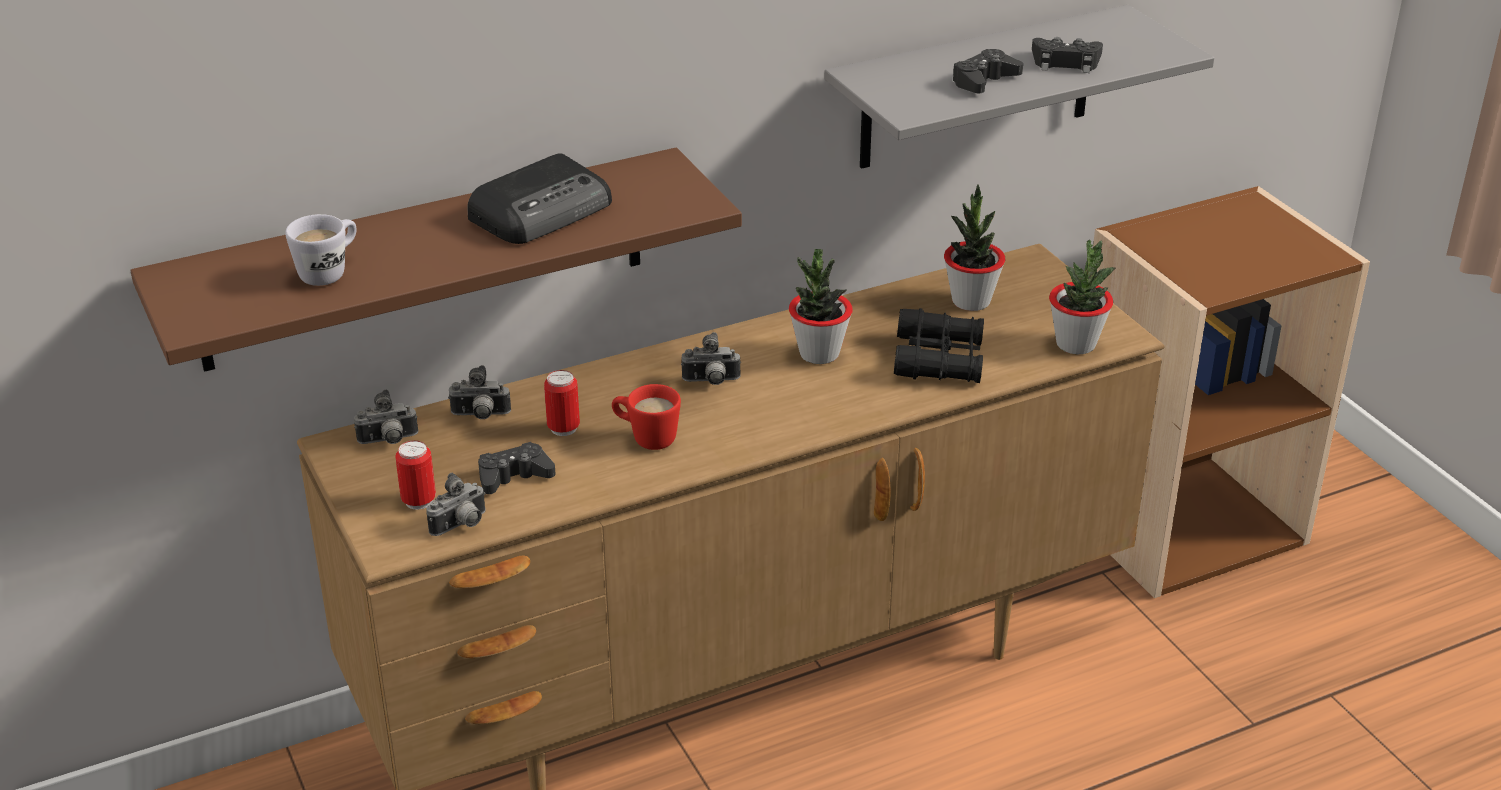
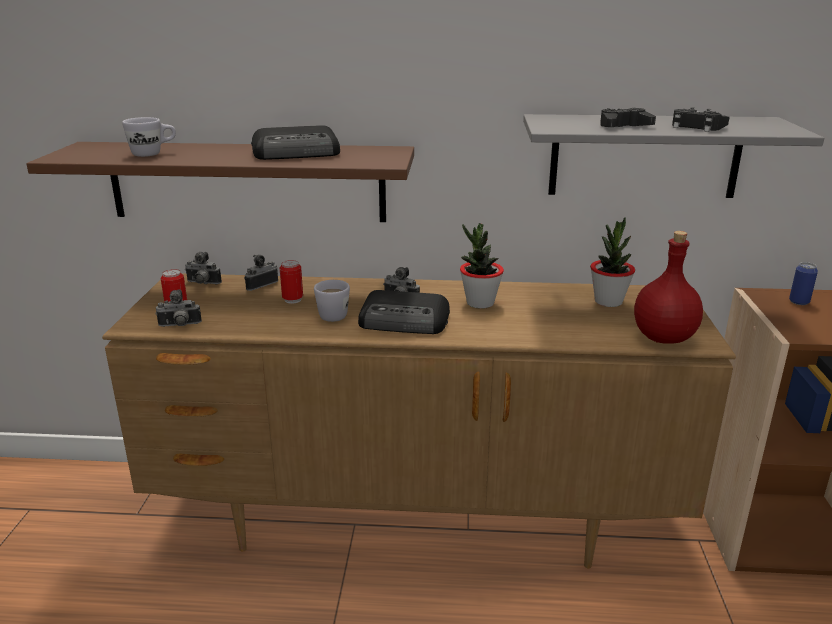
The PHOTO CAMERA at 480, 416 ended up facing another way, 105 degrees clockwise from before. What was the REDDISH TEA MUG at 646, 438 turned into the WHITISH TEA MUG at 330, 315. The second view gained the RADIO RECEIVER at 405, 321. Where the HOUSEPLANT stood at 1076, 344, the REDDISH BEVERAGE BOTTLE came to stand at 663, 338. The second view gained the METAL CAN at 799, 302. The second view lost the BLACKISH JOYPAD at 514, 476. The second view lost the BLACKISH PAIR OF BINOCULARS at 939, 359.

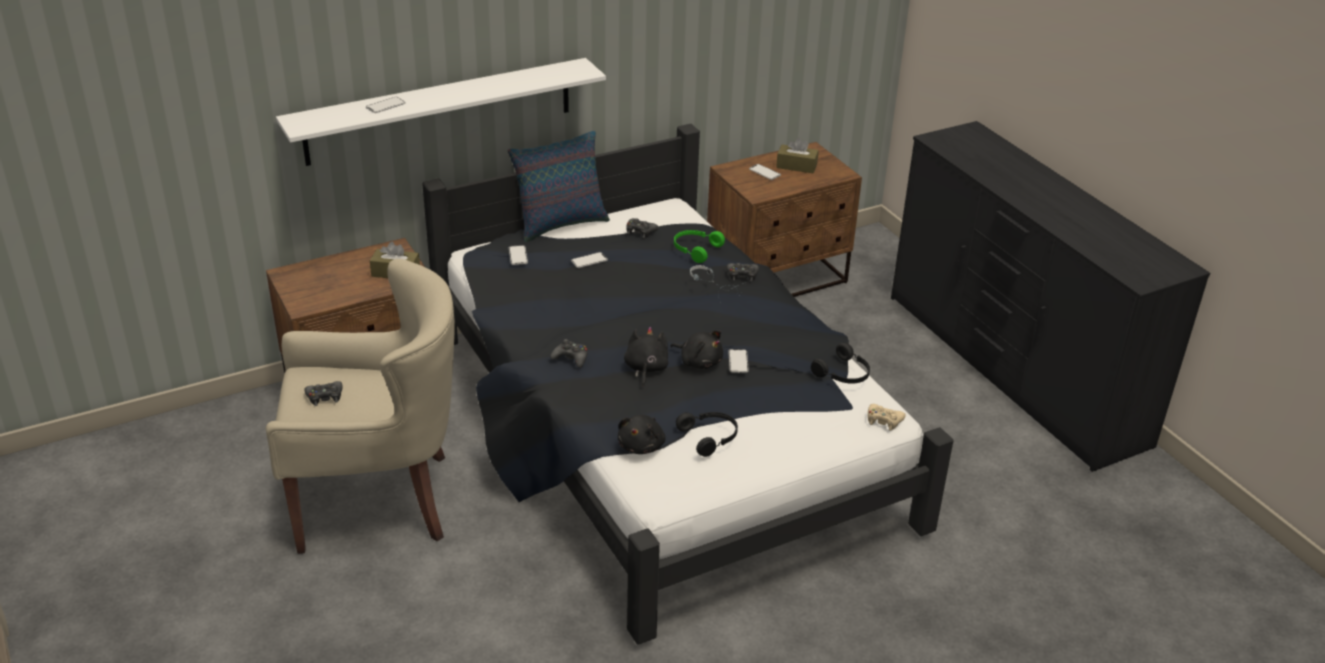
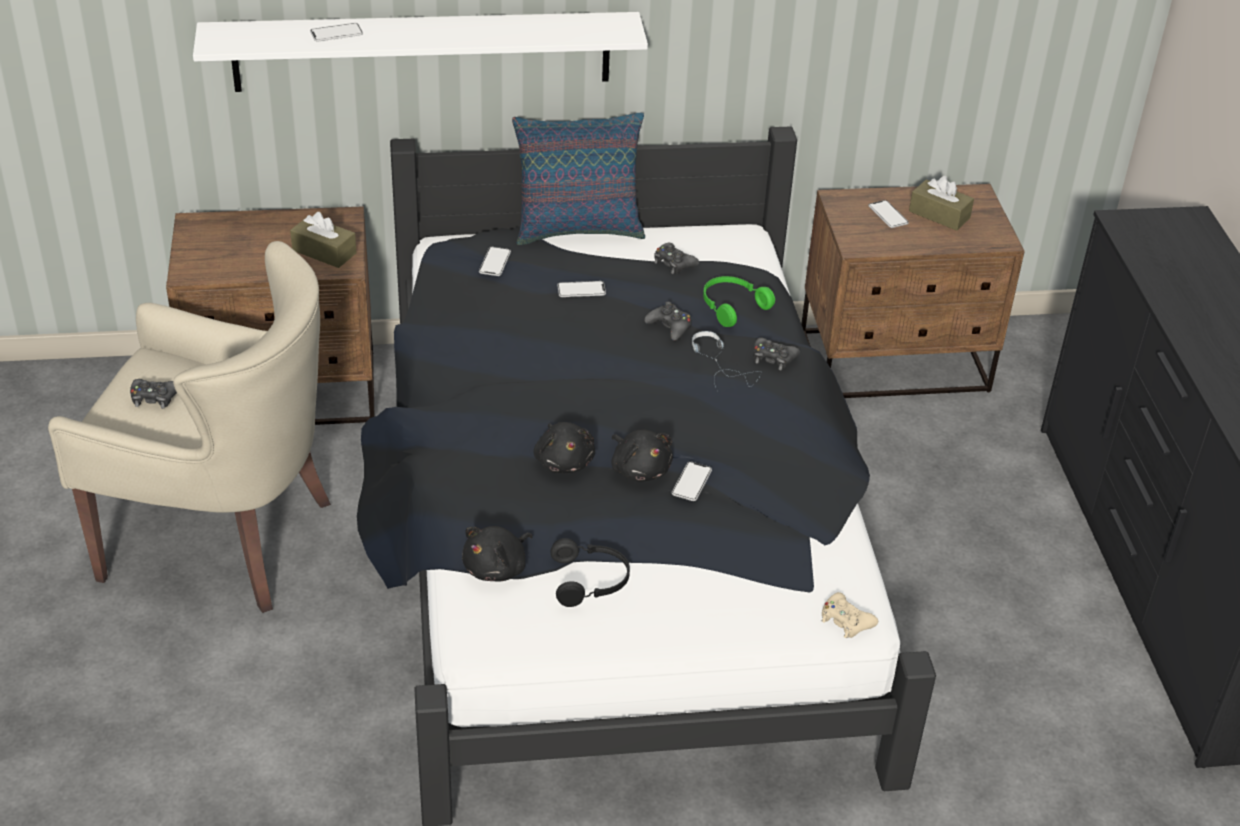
The BLACKISH CUDDLY TOY at 645, 369 ended up facing another way, 135 degrees clockwise from before. The BLACKISH JOYPAD ended up elsewhere, having gone from 571, 358 to 670, 327. The second view lost the BLACKISH HEADPHONES at 843, 374.

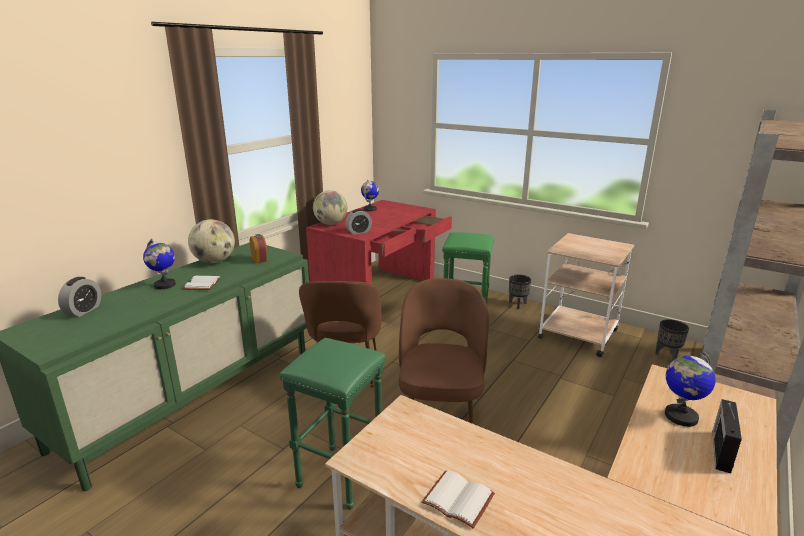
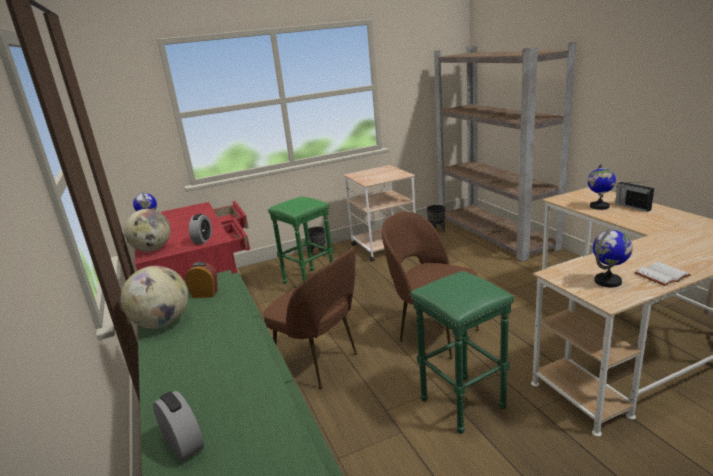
The GLOBE ended up elsewhere, having gone from 164, 285 to 608, 281. The second view lost the WHITISH VOLUME at 202, 284.

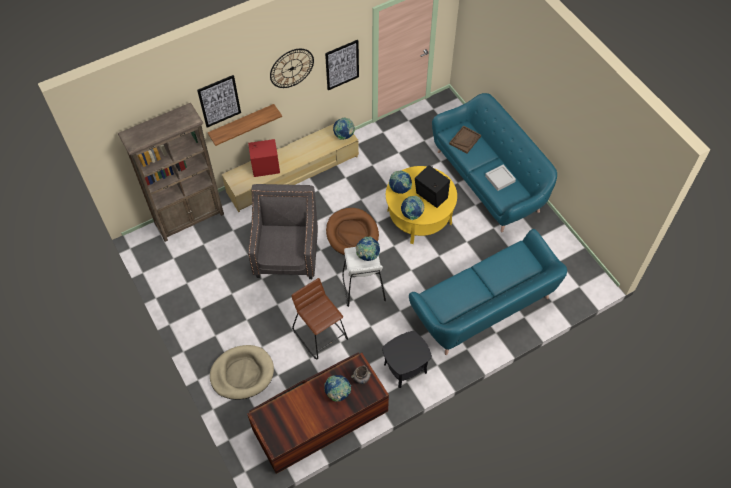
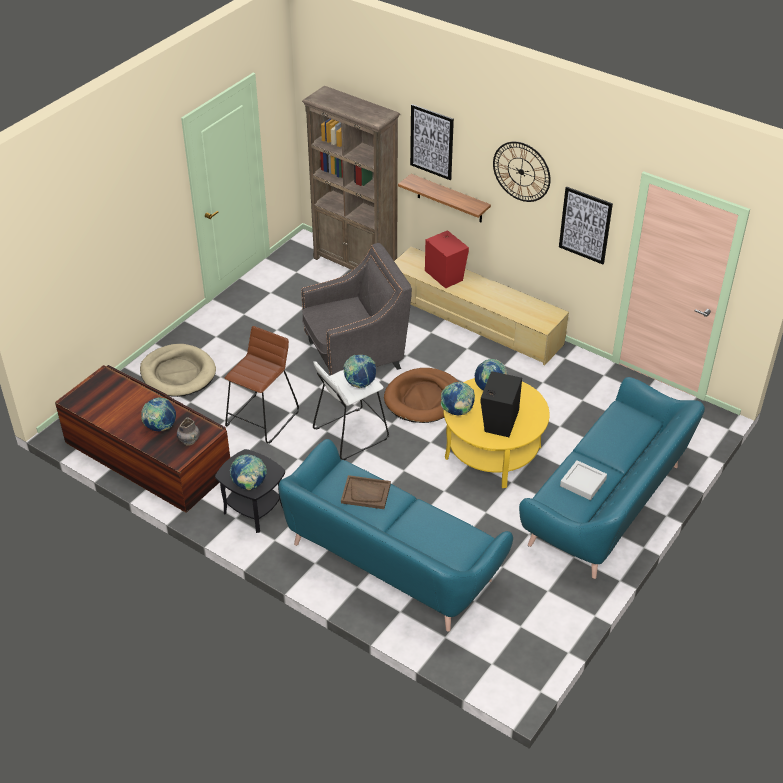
The GLOBE ended up elsewhere, having gone from 344, 136 to 249, 485. The BROWN TRAY ended up elsewhere, having gone from 465, 140 to 366, 493.

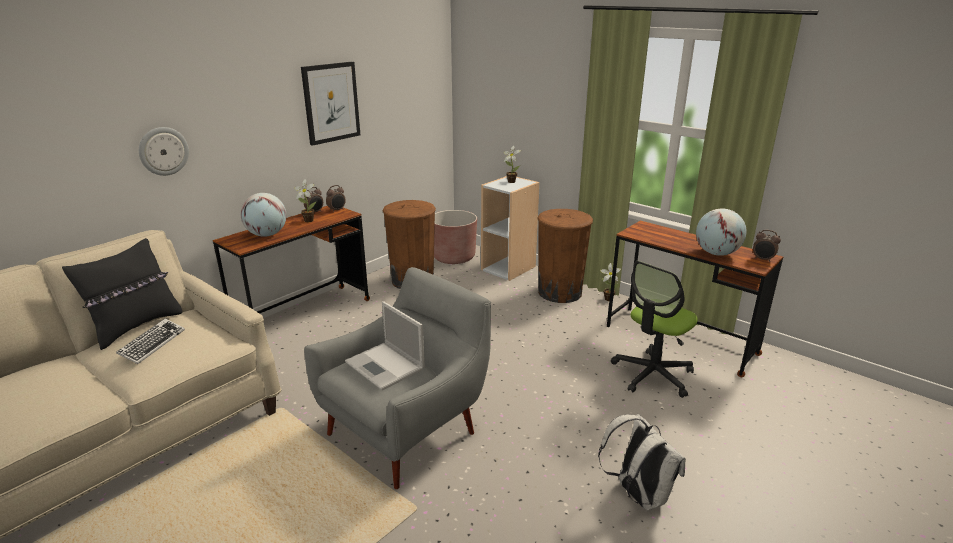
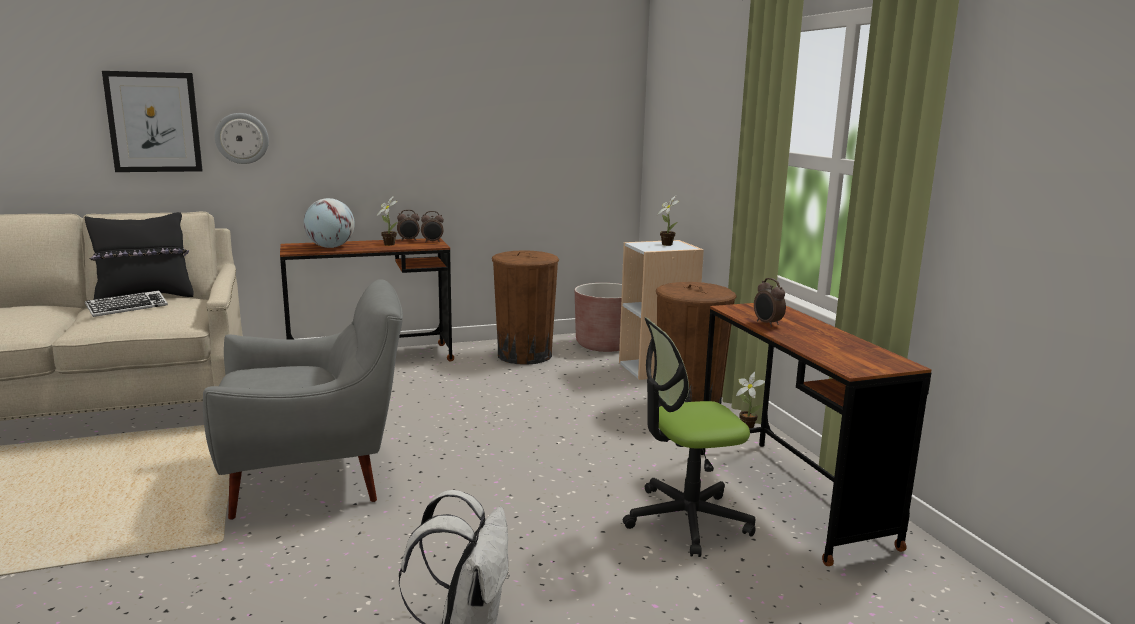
The PICTURE ended up elsewhere, having gone from 331, 102 to 154, 122. The BEDSIDE CLOCK ended up elsewhere, having gone from 763, 259 to 767, 324. The second view lost the PORTABLE COMPUTER at 386, 366. The second view lost the GLOBE at 716, 253.

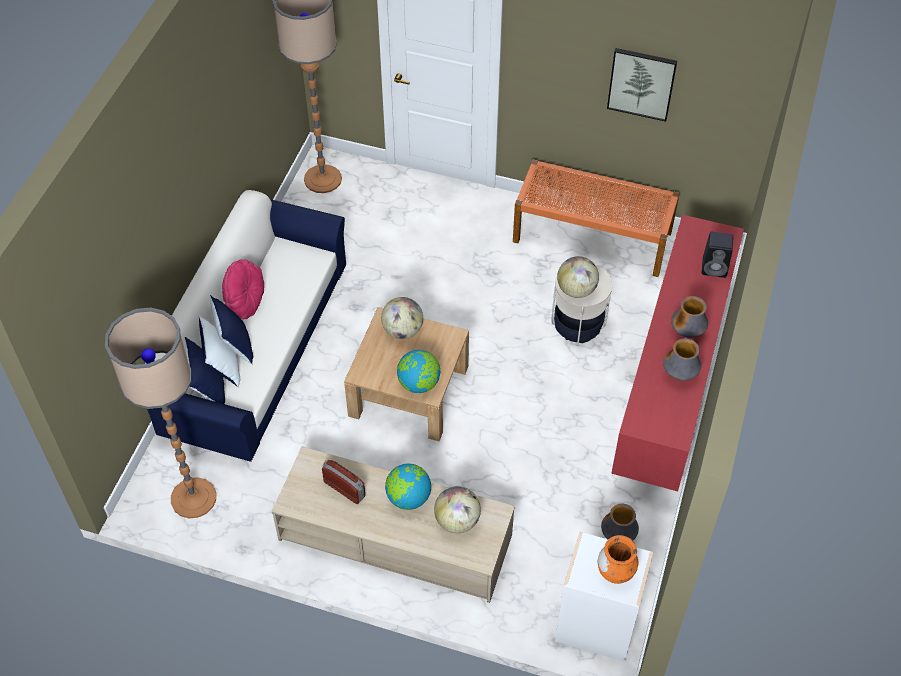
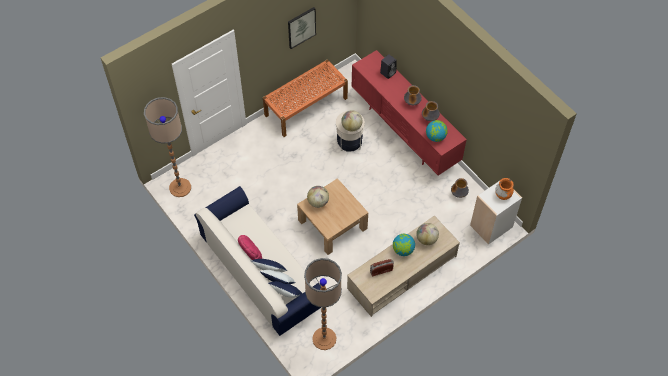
The GLOBE ended up elsewhere, having gone from 419, 384 to 435, 137.

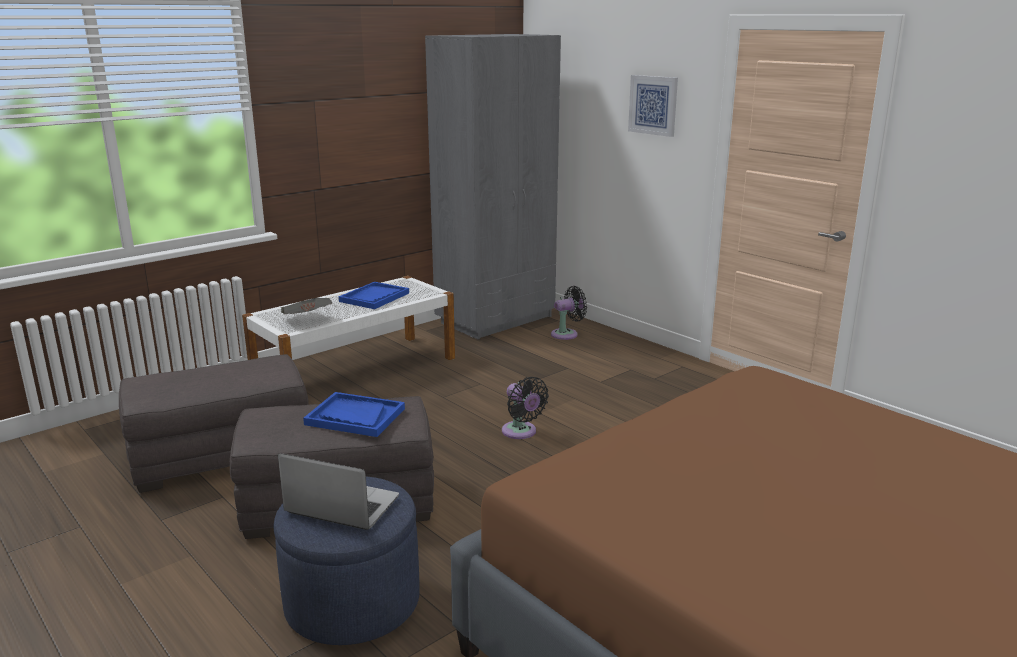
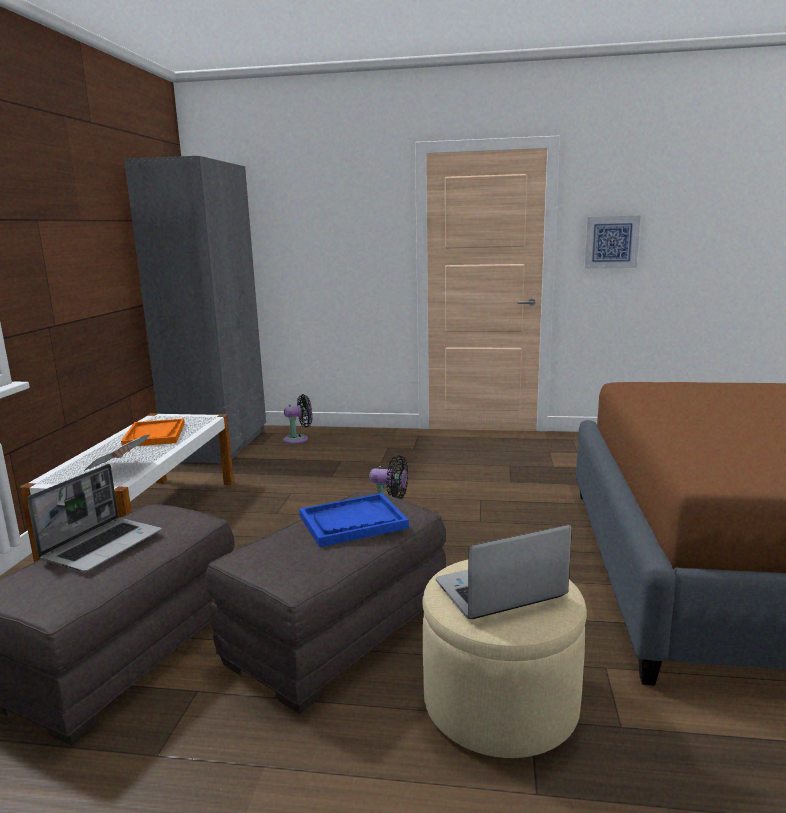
The second view gained the PORTABLE COMPUTER at 103, 545. What was the BLUE TRAY at 374, 297 turned into the ORANGE-COLOURED TRAY at 155, 435. The BLACKISH COOLING FAN at 567, 334 ended up facing another way, 45 degrees clockwise from before. What was the BLUE POUFFE at 352, 602 turned into the SAND-COLOURED POUFFE at 500, 702. The PICTURE ended up elsewhere, having gone from 653, 105 to 611, 242.

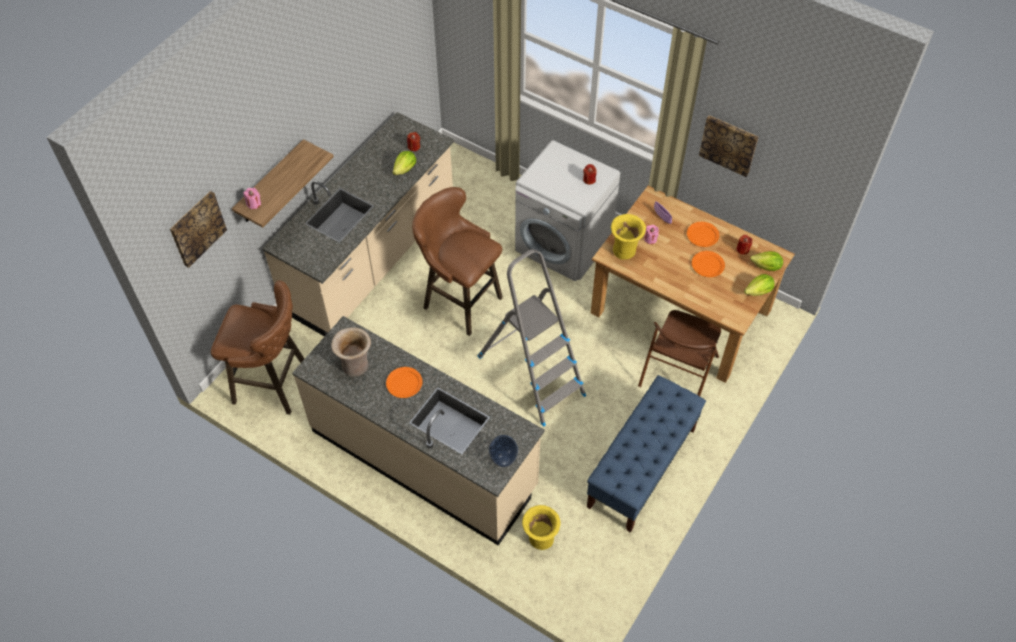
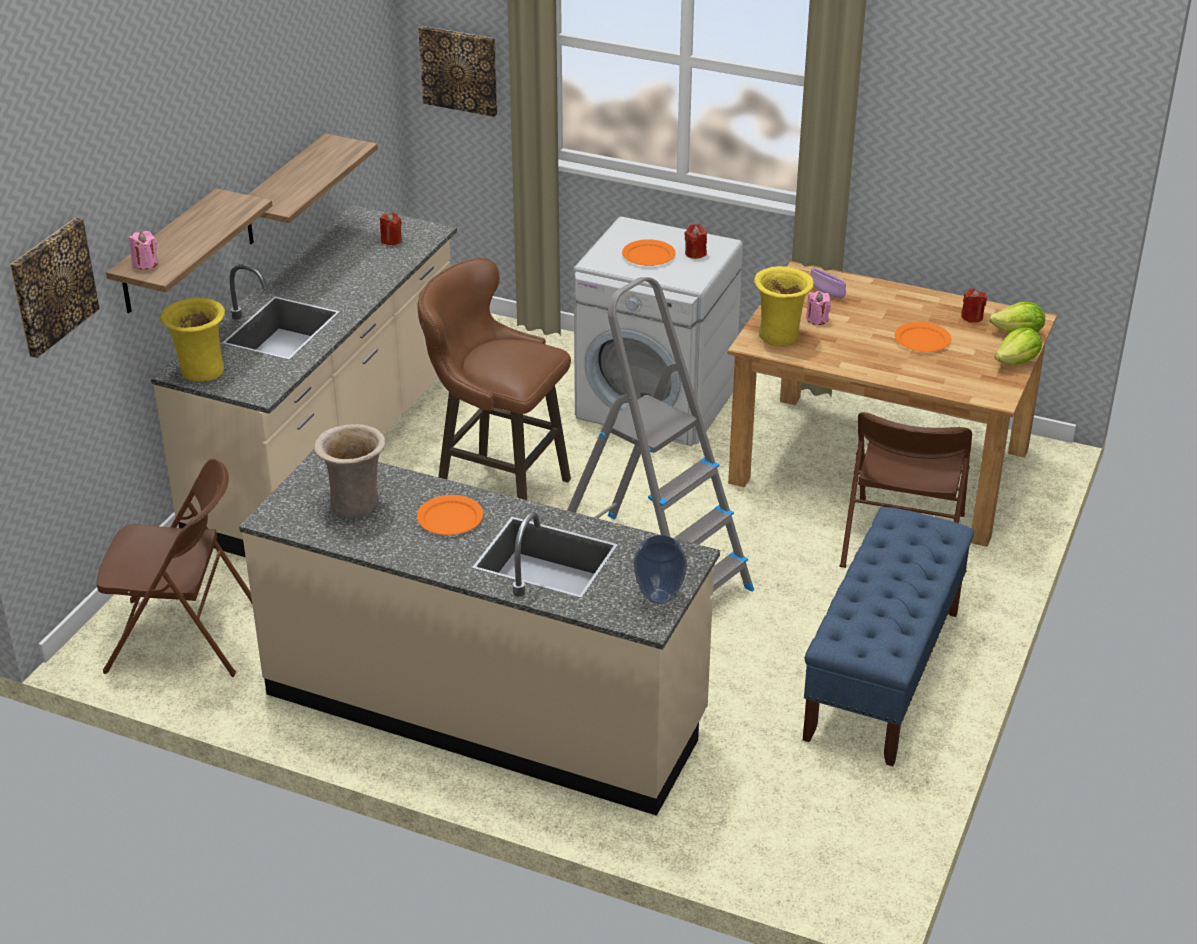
Where the BROWN SITTING STOOL stood at 274, 385, the BROWN PLAIN CHAIR came to stand at 182, 637. The YELLOW FLOWER VASE ended up elsewhere, having gone from 540, 539 to 201, 372. The second view gained the SHELF at 283, 191. The PICTURE ended up elsewhere, having gone from 729, 144 to 459, 70. The ORANGE-COLOURED DINNER PLATE ended up elsewhere, having gone from 703, 235 to 649, 255. The second view lost the LETTUCE HEAD at 405, 169.

